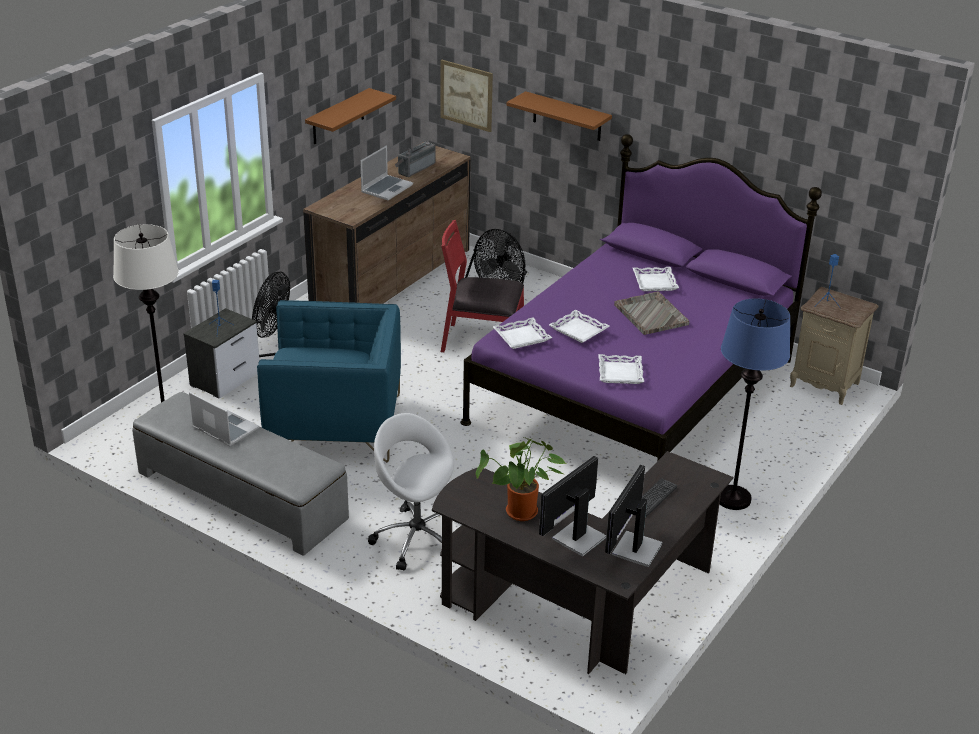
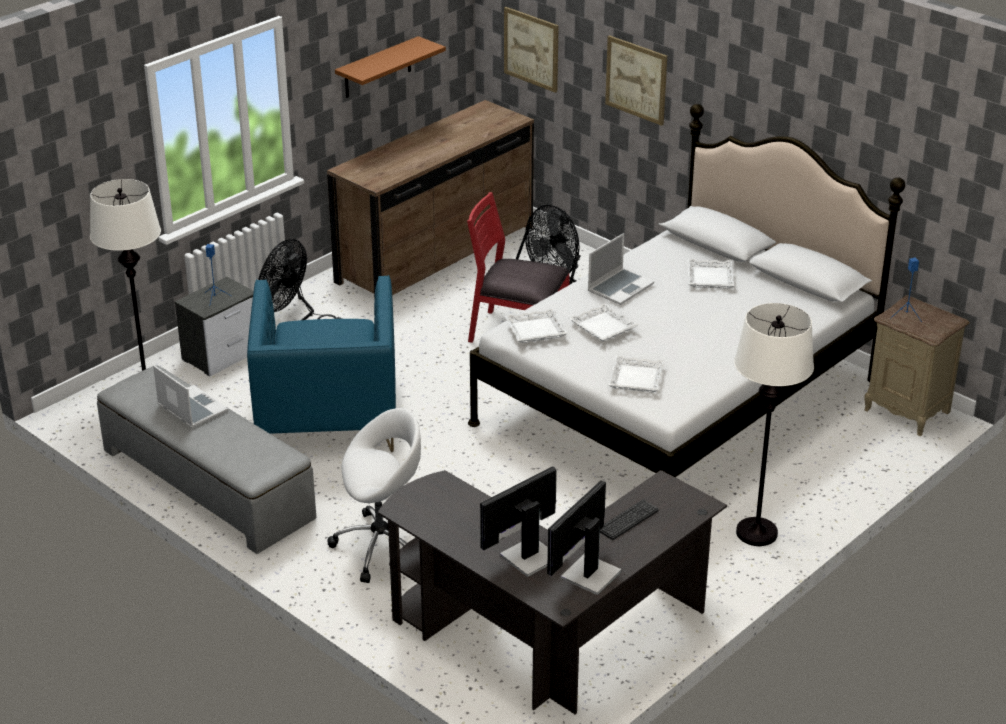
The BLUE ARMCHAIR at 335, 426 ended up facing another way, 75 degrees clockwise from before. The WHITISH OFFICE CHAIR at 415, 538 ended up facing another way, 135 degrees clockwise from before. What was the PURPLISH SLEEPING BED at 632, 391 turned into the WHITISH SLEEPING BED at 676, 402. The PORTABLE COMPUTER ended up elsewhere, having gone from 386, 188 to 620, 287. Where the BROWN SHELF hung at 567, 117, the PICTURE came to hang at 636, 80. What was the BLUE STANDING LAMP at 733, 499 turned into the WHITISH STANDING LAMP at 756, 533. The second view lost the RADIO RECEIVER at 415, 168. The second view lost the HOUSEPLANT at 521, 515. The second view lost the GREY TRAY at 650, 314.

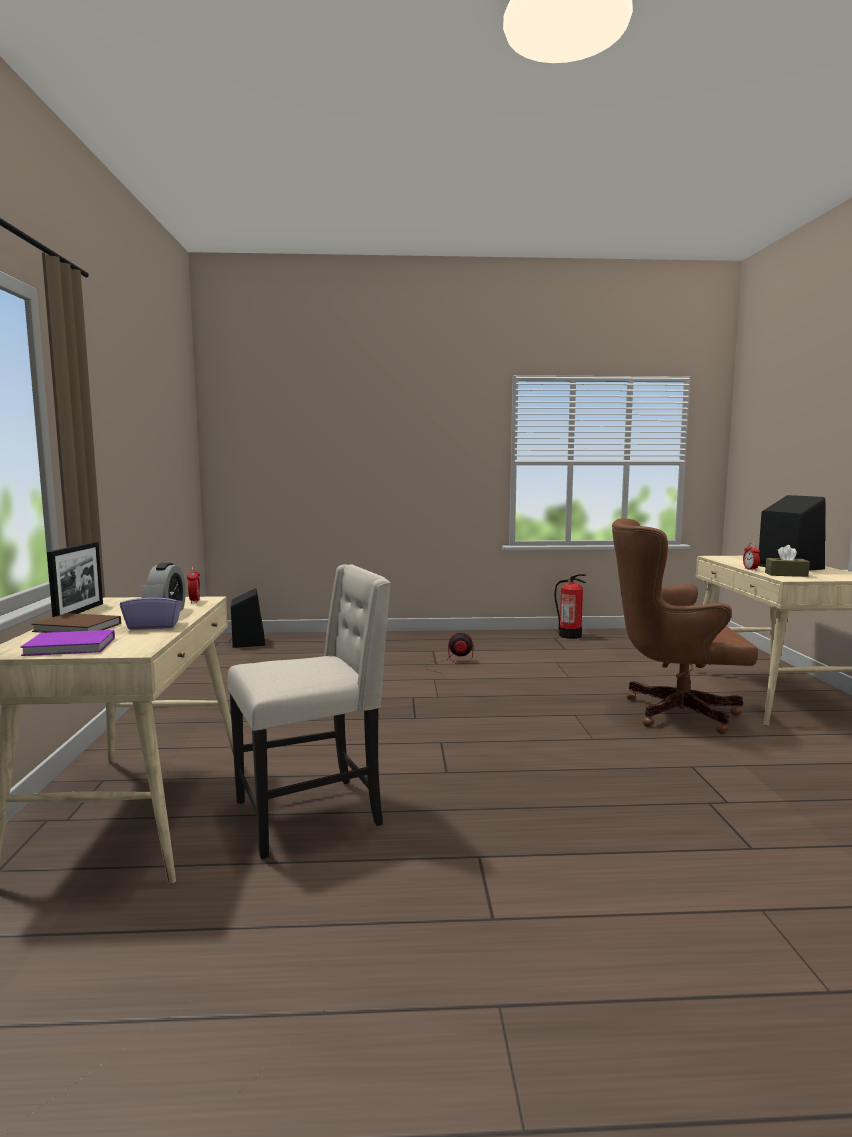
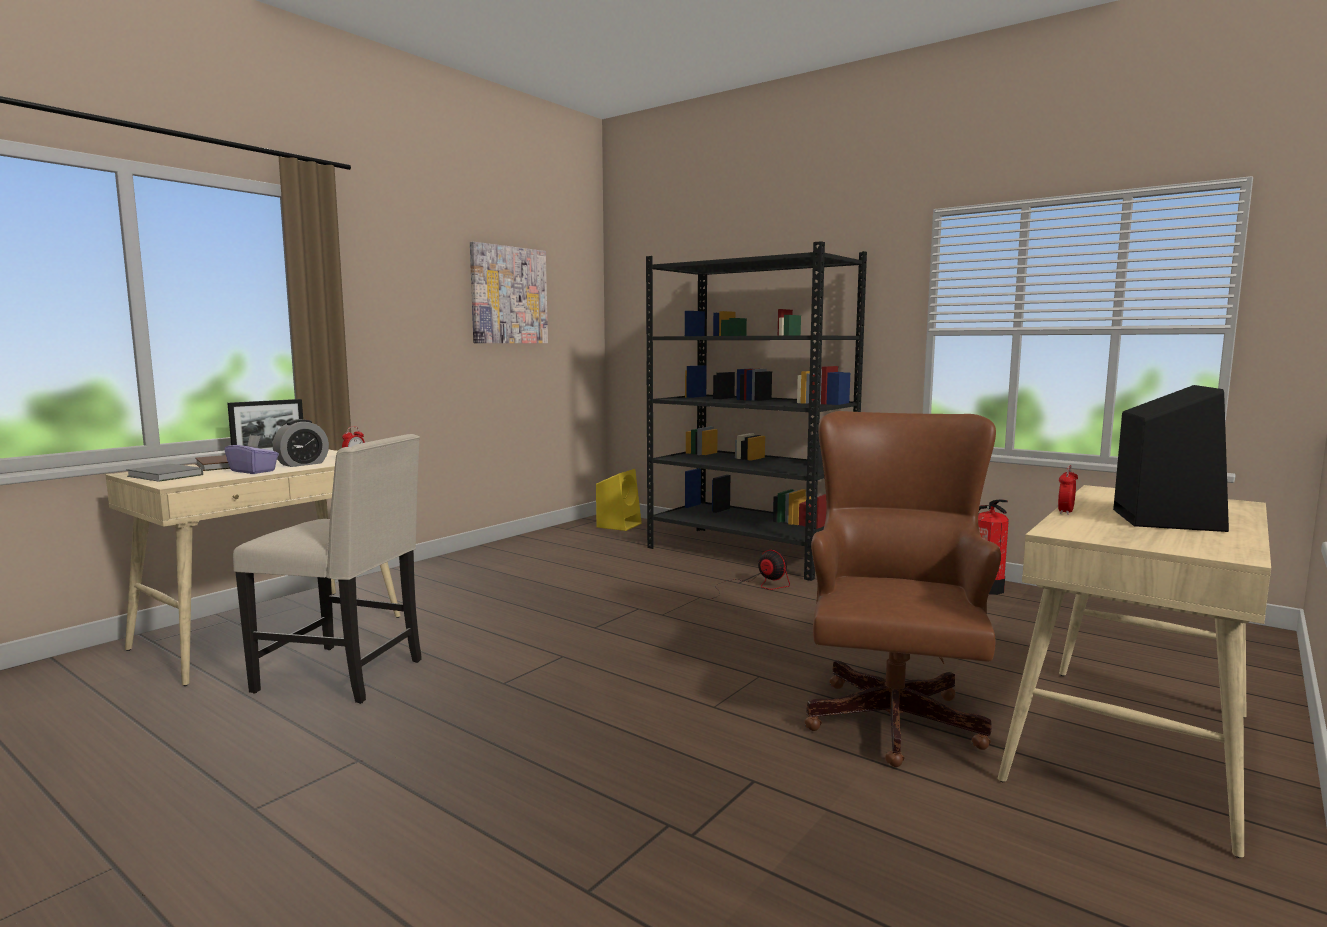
What was the PURPLISH VOLUME at 72, 647 turned into the GREY VOLUME at 165, 476. The second view gained the PICTURE at 508, 295. What was the BLACKISH AUDIO SPEAKER at 248, 642 turned into the YELLOW AUDIO SPEAKER at 619, 525. The second view gained the BLACKISH SHELVING UNIT at 749, 552. The BROWN OFFICE CHAIR at 672, 713 ended up facing another way, 60 degrees clockwise from before. The second view lost the BROWN TISSUE HOLDER at 786, 574.

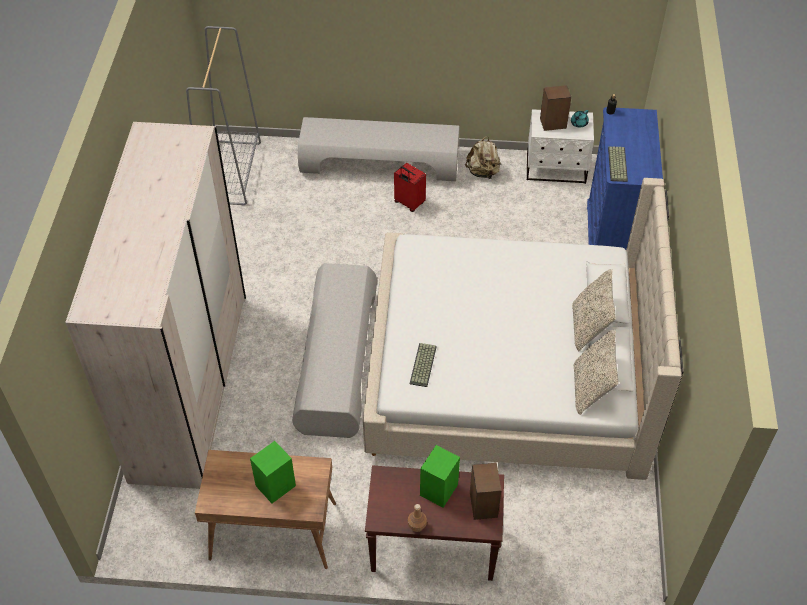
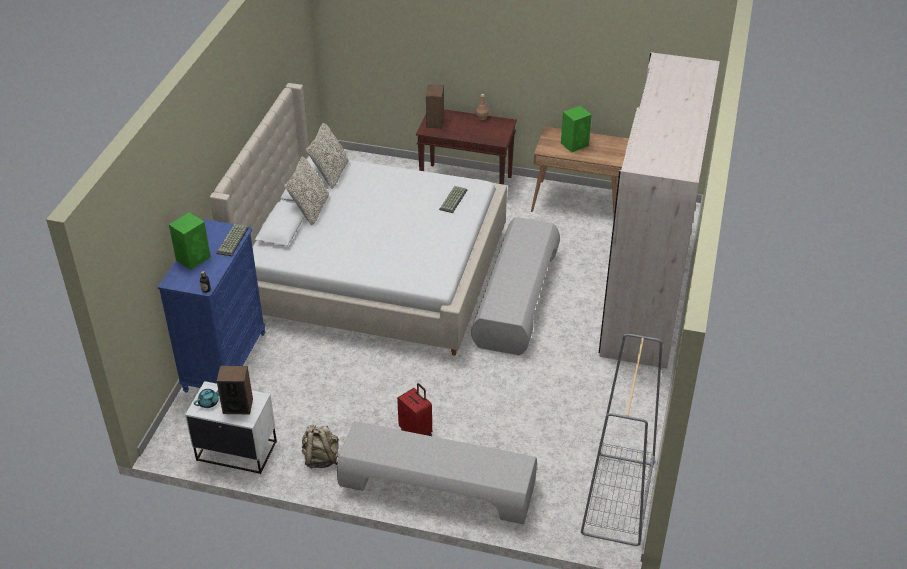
The GREEN-COLOURED AUDIO SPEAKER ended up elsewhere, having gone from 438, 490 to 194, 258.

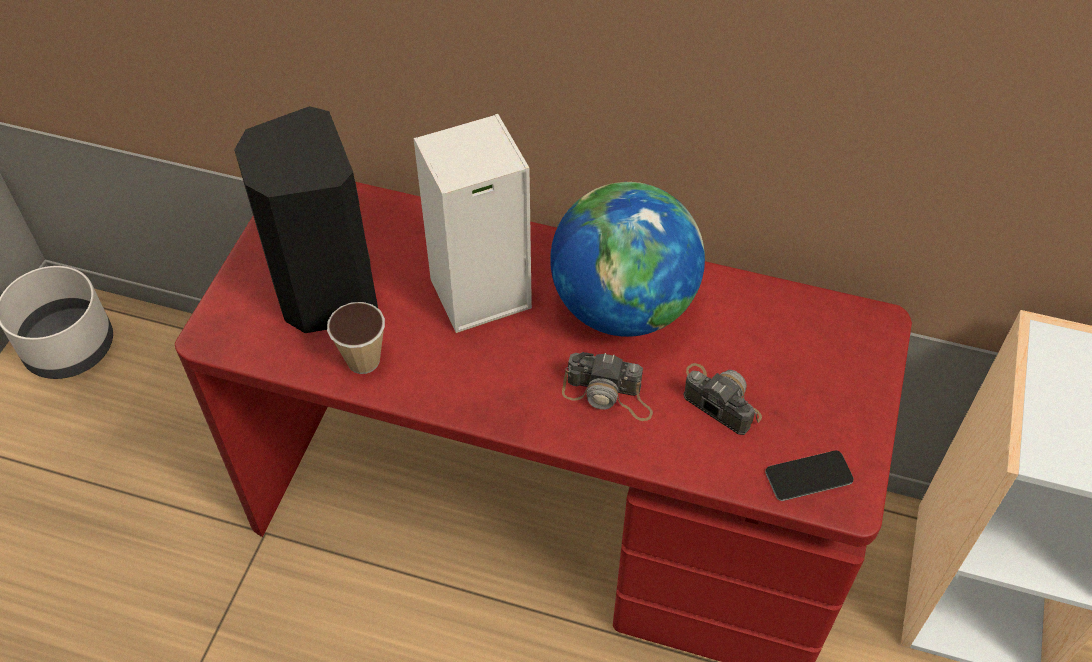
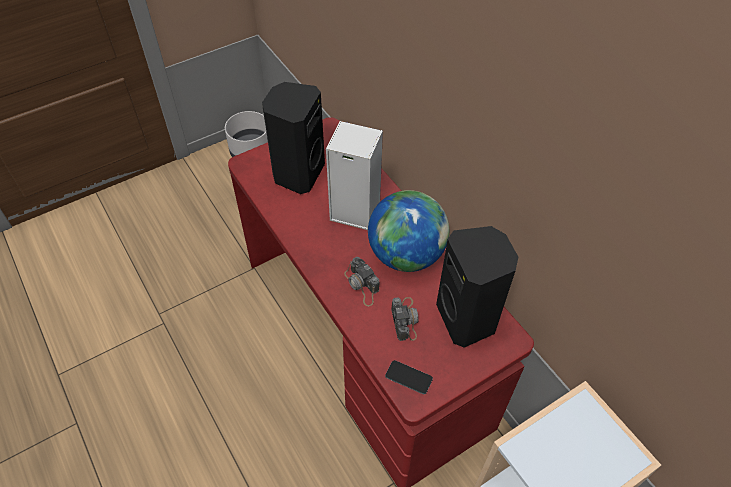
The second view gained the BLACKISH AUDIO SPEAKER at 468, 318. The second view lost the SMALL CUP at 363, 360.

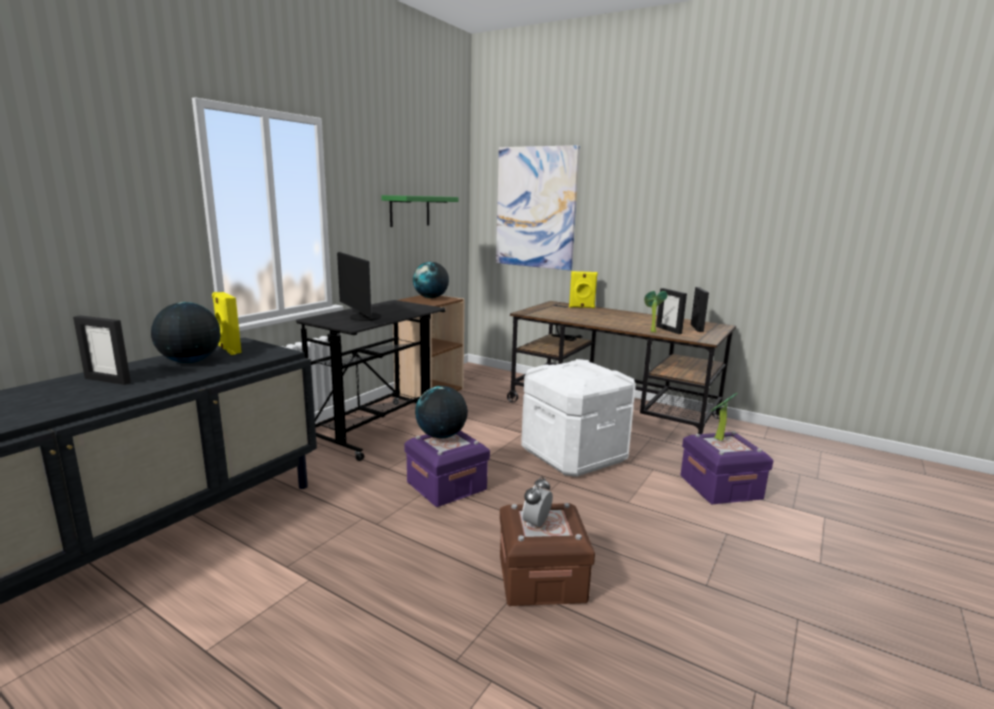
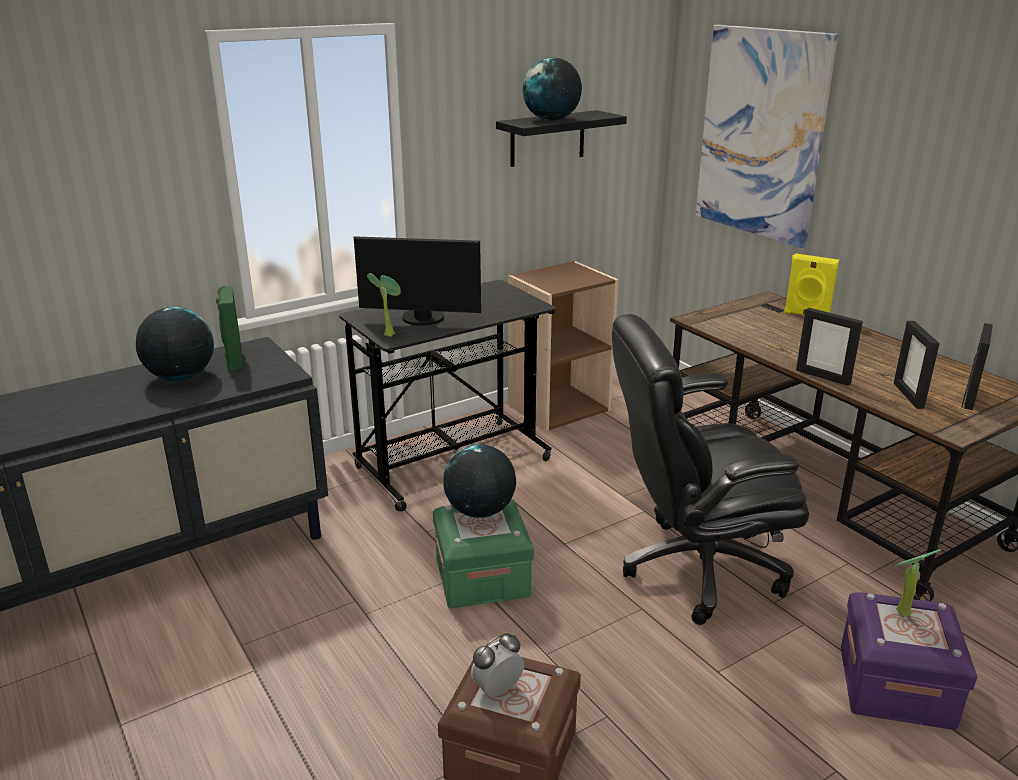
What was the YELLOW AUDIO SPEAKER at 228, 349 turned into the GREEN-COLOURED AUDIO SPEAKER at 233, 360. The COMPUTER DISPLAY at 362, 318 ended up facing another way, 75 degrees counterclockwise from before. The HOUSEPLANT ended up elsewhere, having gone from 651, 331 to 388, 334. What was the PURPLISH STORAGE CONTAINER at 446, 486 turned into the GREEN-COLOURED STORAGE CONTAINER at 482, 578. What was the GREEN-COLOURED SHELF at 409, 211 turned into the BLACKISH SHELF at 547, 138. The GLOBE ended up elsewhere, having gone from 431, 297 to 551, 120. Where the WHITISH STORAGE CONTAINER stood at 573, 455, the BLACKISH OFFICE CHAIR came to stand at 693, 568. The PHOTO FRAME ended up elsewhere, having gone from 108, 380 to 823, 376.

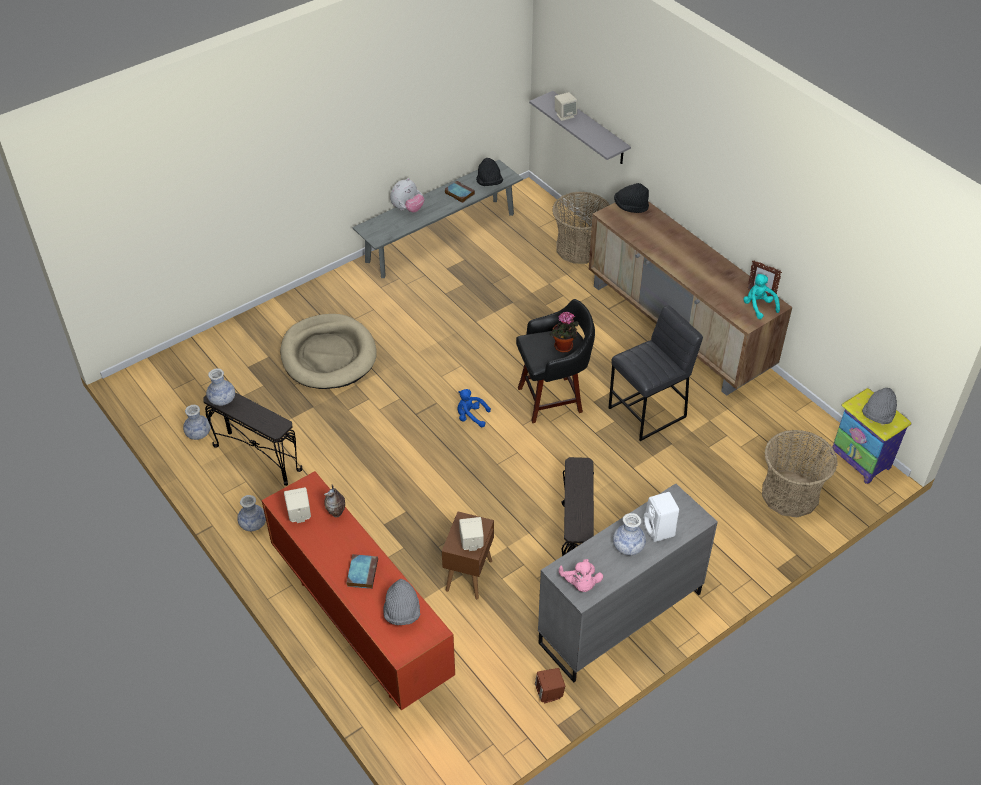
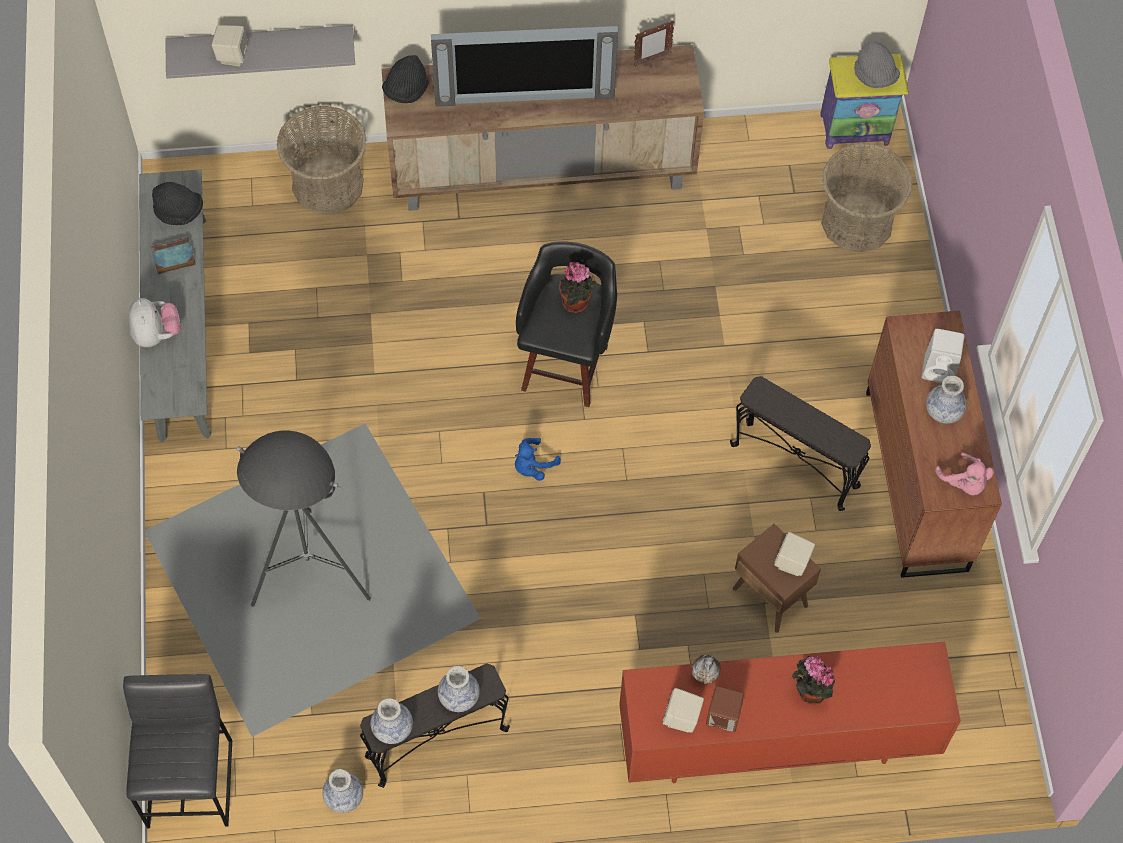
The GREY SITTING STOOL ended up elsewhere, having gone from 648, 412 to 190, 781. Where the SAND-COLOURED DOG BED stood at 328, 355, the GREY STANDING LAMP came to stand at 310, 574. The second view gained the TELEVISION at 524, 93. The FLOWER VASE ended up elsewhere, having gone from 253, 524 to 459, 696. The BROWN AUDIO SPEAKER ended up elsewhere, having gone from 549, 693 to 723, 716. Where the VOLUME stood at 362, 572, the HOUSEPLANT came to stand at 809, 691. What was the GREY CHEST OF DRAWERS at 621, 619 turned into the BROWN CHEST OF DRAWERS at 918, 480. The PINK-COLOURED CUDDLY TOY at 580, 583 ended up facing another way, 45 degrees clockwise from before. The second view lost the GREY CLOTHING HAT at 402, 612. The second view lost the BLUE-GREEN CUDDLY TOY at 758, 306.

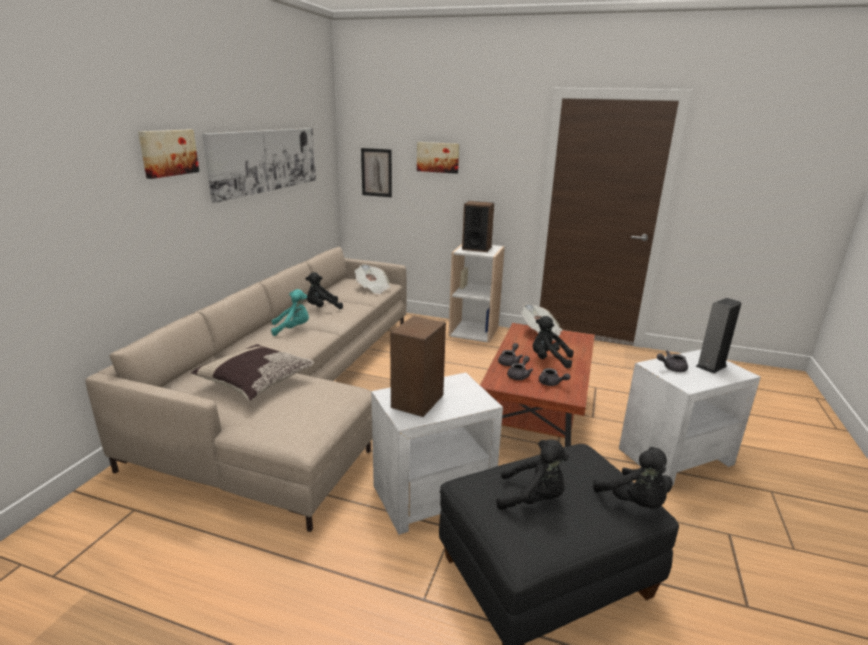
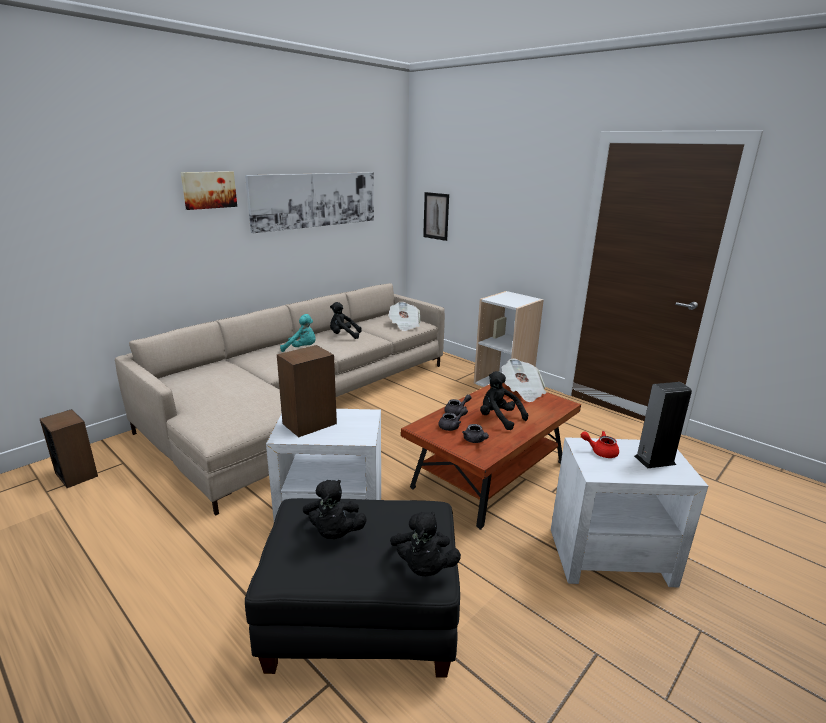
The AUDIO SPEAKER ended up elsewhere, having gone from 476, 248 to 76, 474. The BLACKISH CUDDLY TOY at 533, 499 ended up facing another way, 45 degrees clockwise from before. What was the GREY POT FOR TEA at 671, 368 turned into the REDDISH POT FOR TEA at 600, 451. The second view lost the CUSHION at 256, 382. The second view lost the PICTURE at 438, 157.

